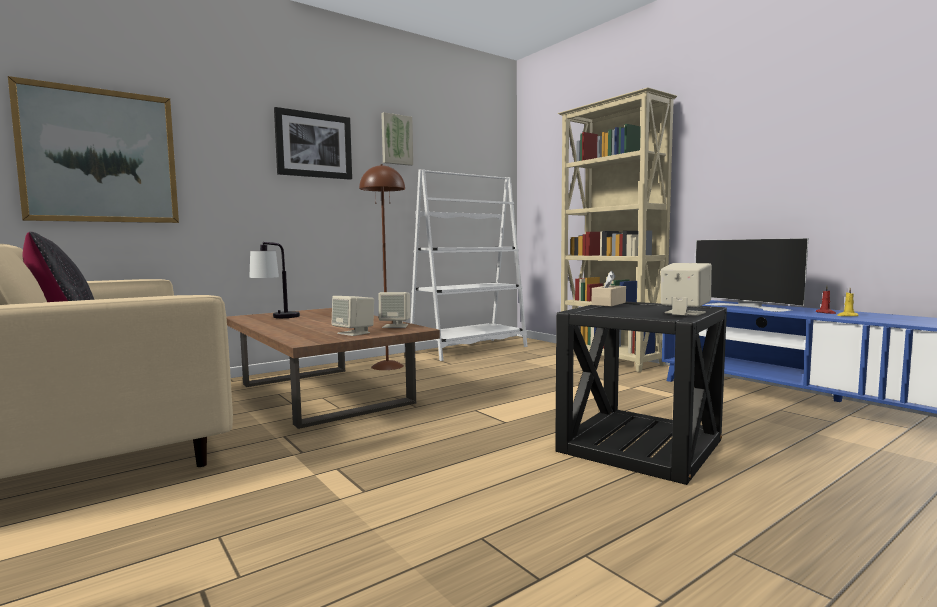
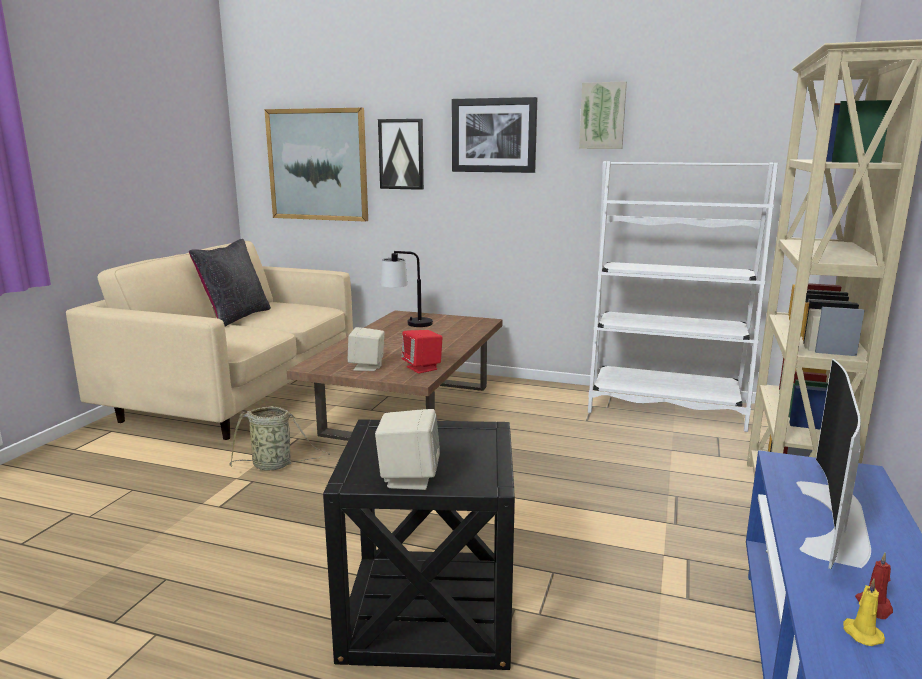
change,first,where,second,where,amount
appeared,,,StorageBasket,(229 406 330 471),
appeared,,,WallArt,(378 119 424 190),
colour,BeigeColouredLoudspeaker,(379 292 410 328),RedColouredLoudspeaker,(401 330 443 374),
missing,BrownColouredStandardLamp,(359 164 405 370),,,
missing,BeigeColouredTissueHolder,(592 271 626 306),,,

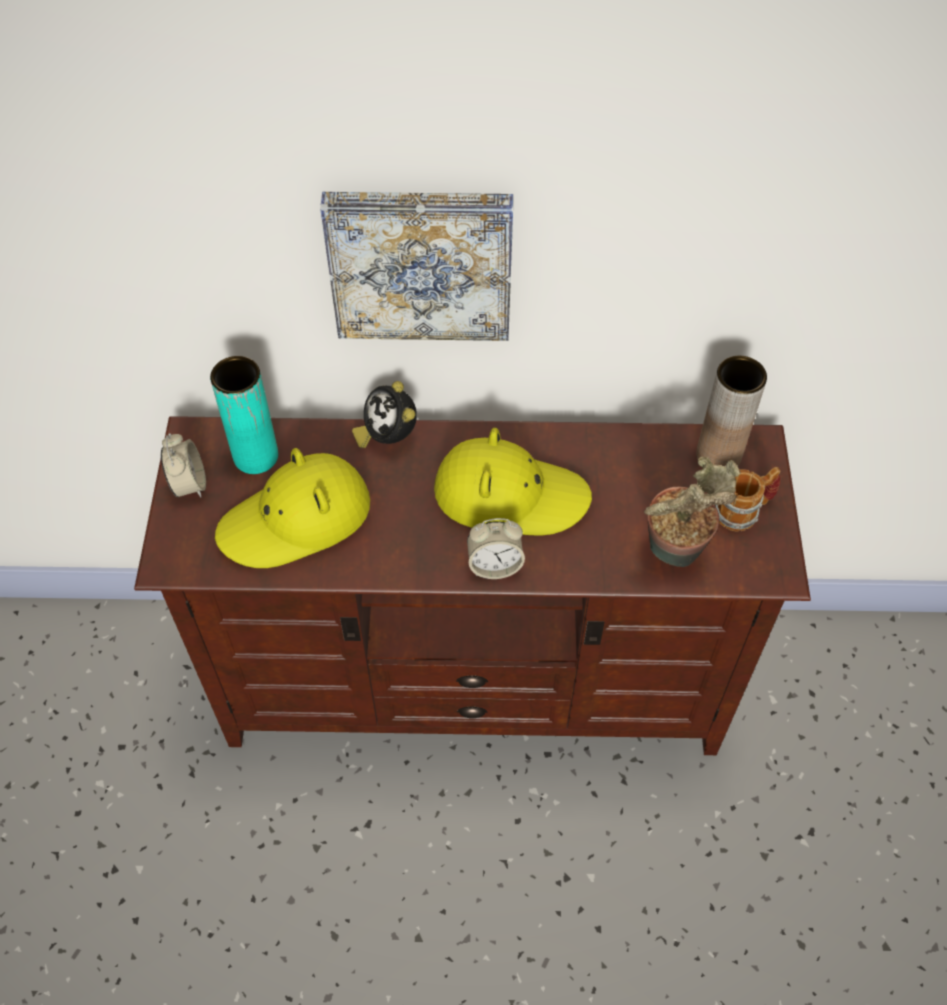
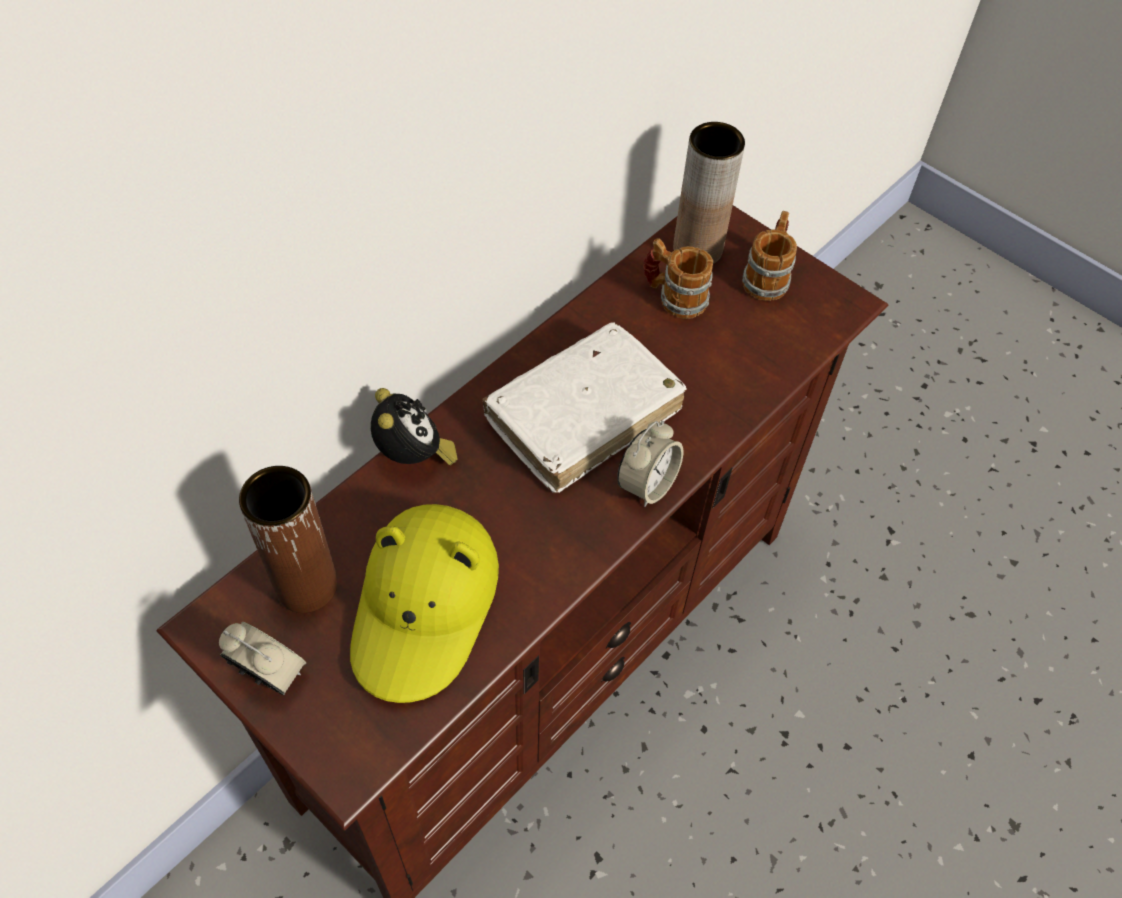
change,first,where,second,where,amount
colour,TurquoiseDecorativeVase,(210 356 278 474),BrownColouredDecorativeVase,(239 466 338 613),
spun,BedsideClock,(352 381 417 448),,(371 388 458 465),120 degrees counterclockwise
exchanged,YellowishClothingHat,(434 428 592 536),WhiteBoundBook,(482 322 687 493),
appeared,,,Mug,(643 238 713 319),
missing,WallArt,(320 192 513 341),,,
missing,Houseplant,(644 457 741 567),,,

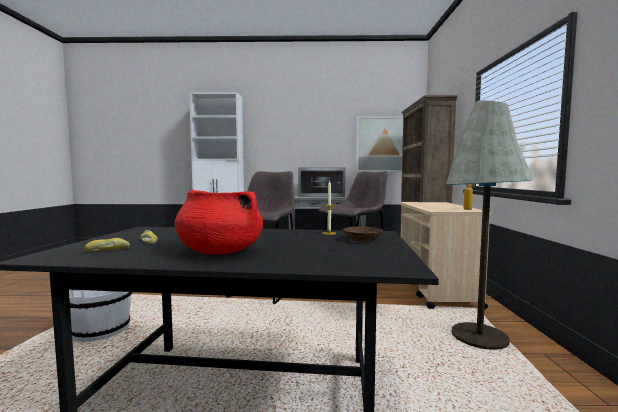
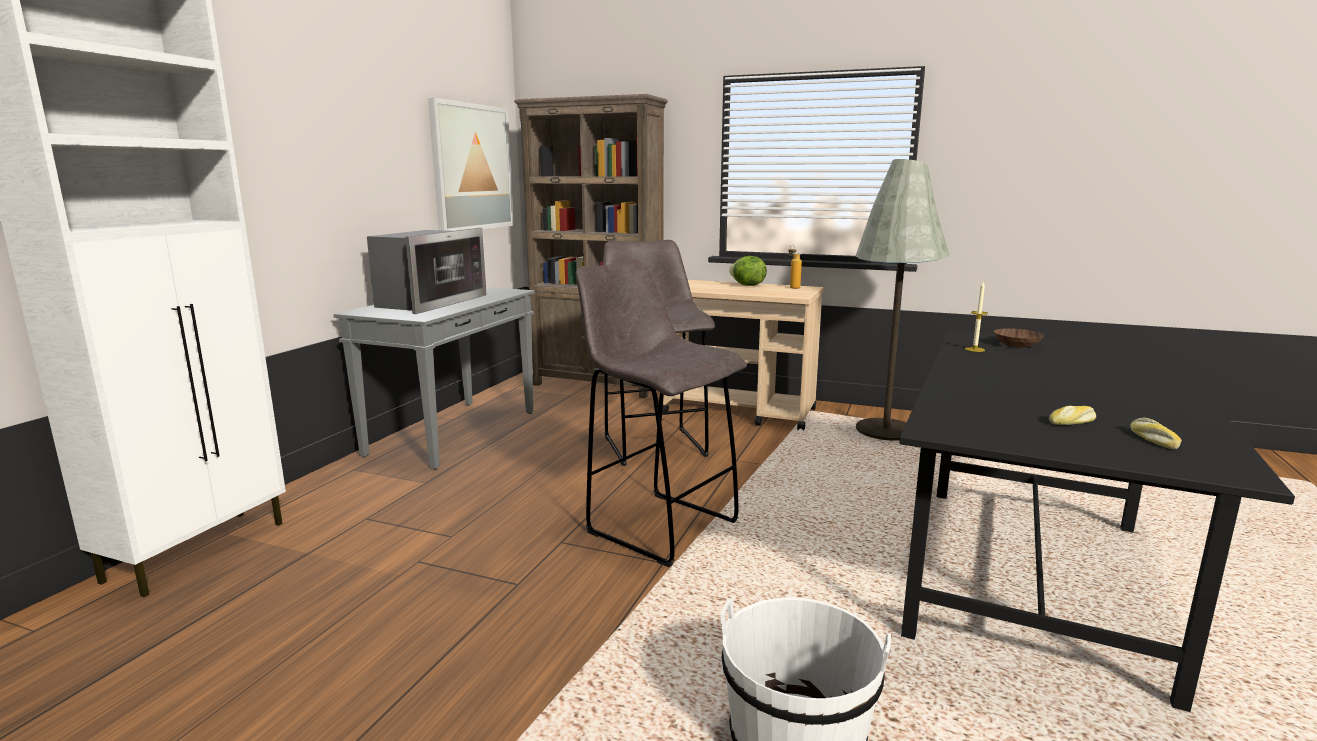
change,first,where,second,where,amount
appeared,,,LettuceHead,(729 256 767 286),
missing,RedColouredSaucepot,(174 189 263 254),,,

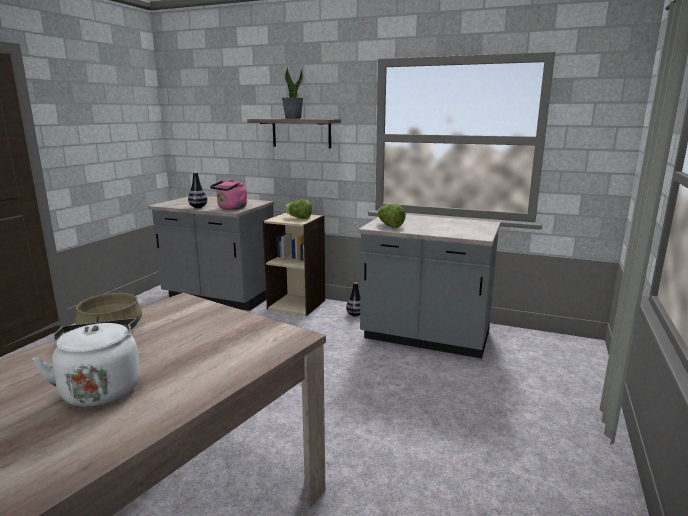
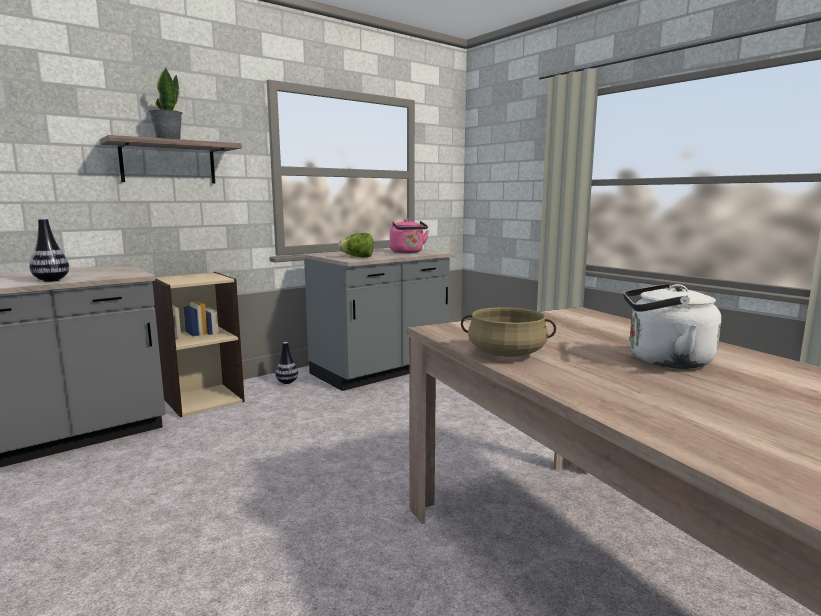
change,first,where,second,where,amount
relocated,PinkColouredTeaKettle,(210 180 247 210),,(390 219 429 253),
missing,LettuceHead,(285 199 312 219),,,

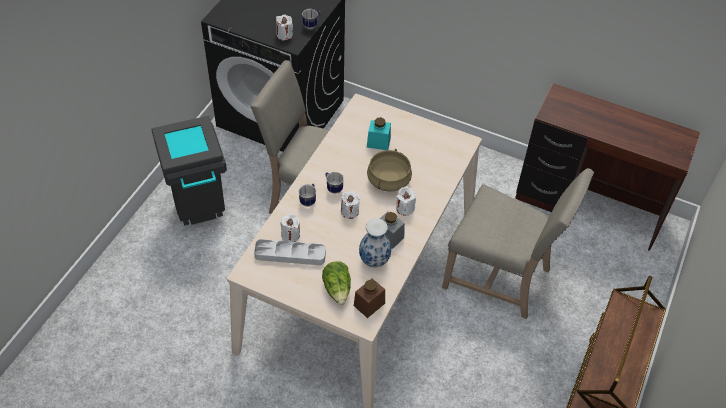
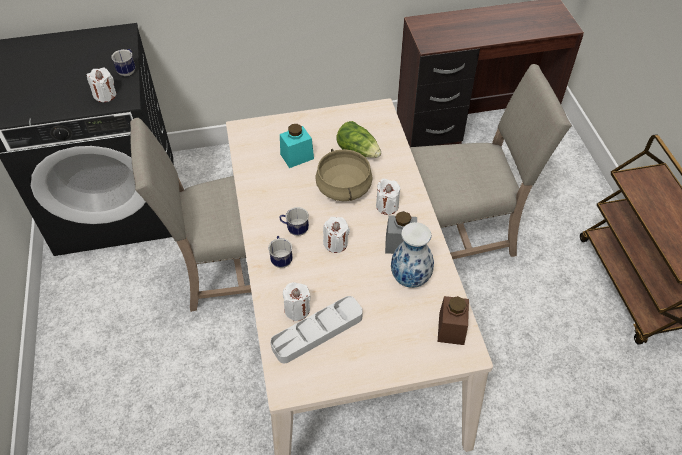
change,first,where,second,where,amount
relocated,LettuceHead,(322 261 351 305),,(336 121 381 158),
missing,GrayWasteBin,(151 116 227 226),,,

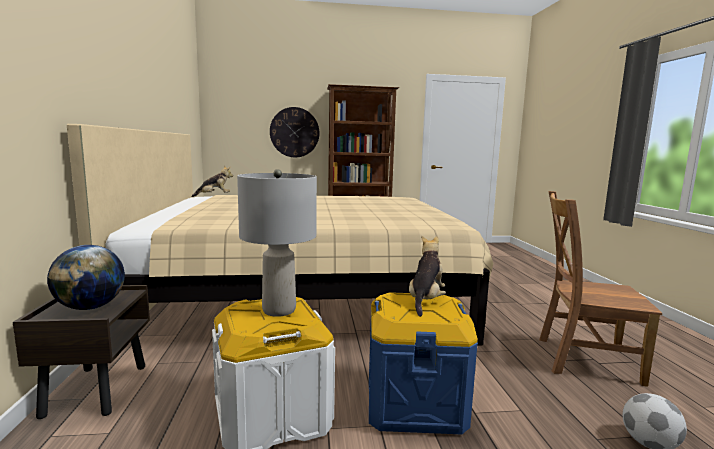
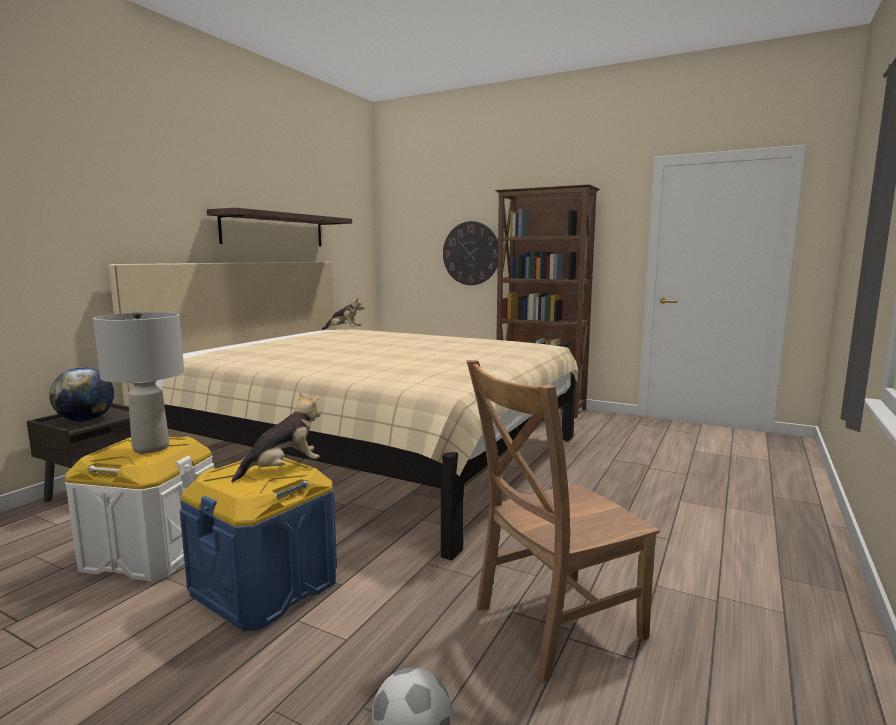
change,first,where,second,where,amount
appeared,,,Shelf,(207 208 352 247),
spun,BrownColouredUprightChair,(539 191 662 387),,(466 360 660 682),75 degrees counterclockwise

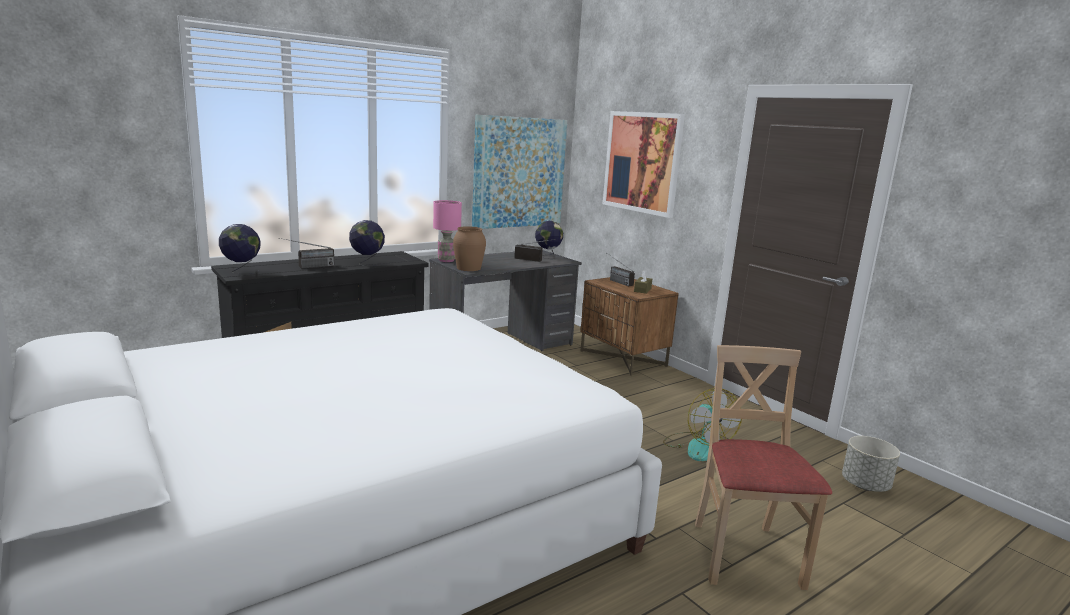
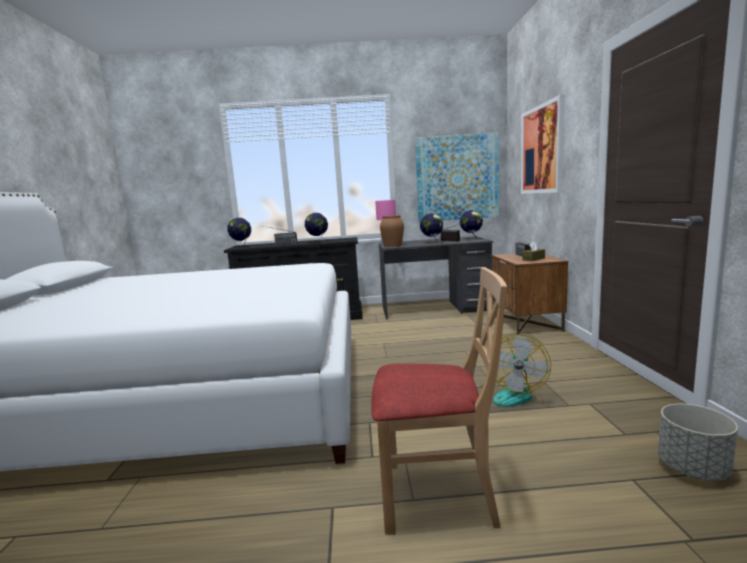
change,first,where,second,where,amount
spun,BeigeColouredUprightChair,(695 345 832 590),,(372 267 507 535),60 degrees clockwise
appeared,,,DeskGlobe,(420 213 443 244),

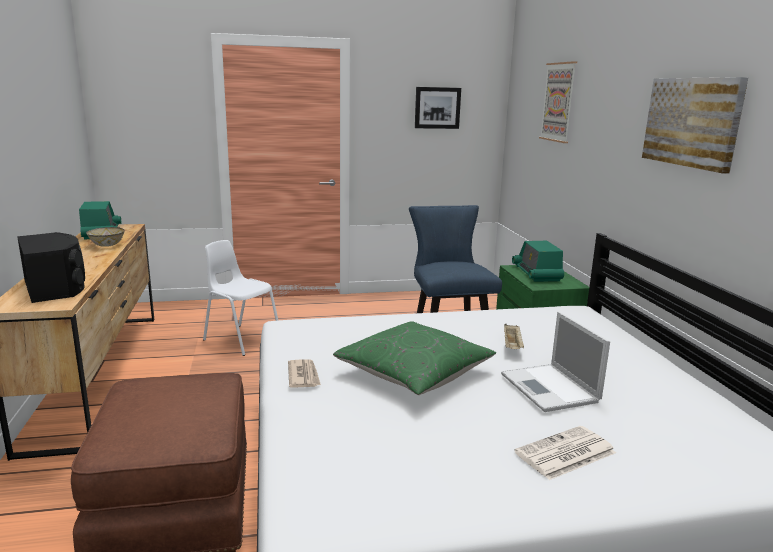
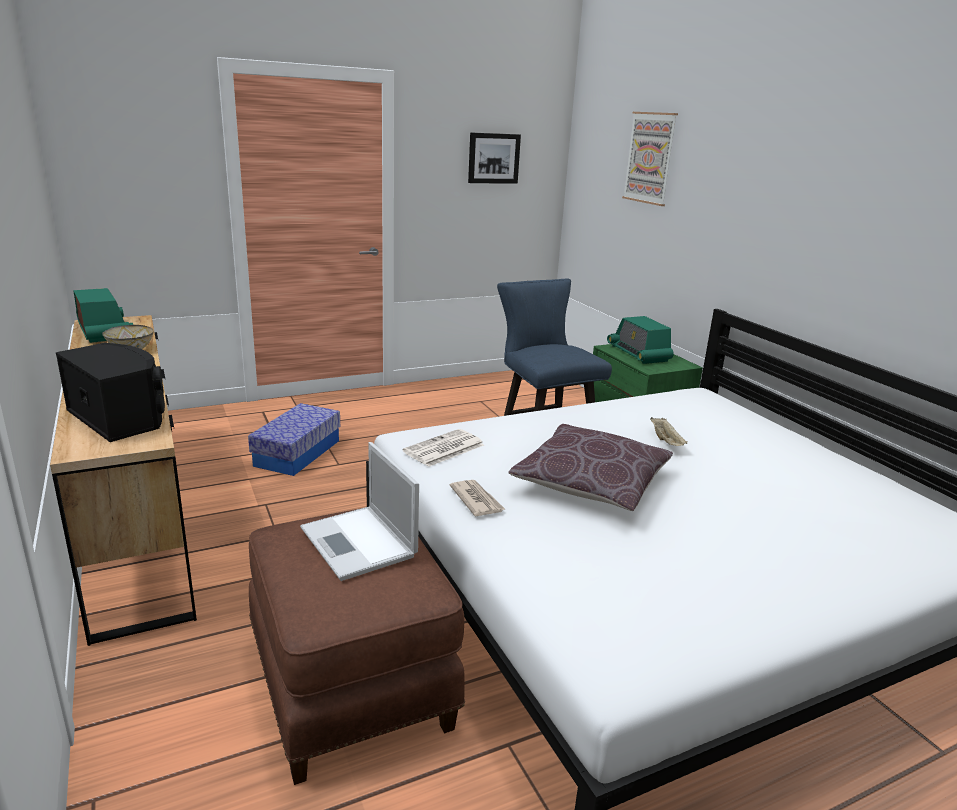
change,first,where,second,where,amount
exchanged,WhiteUprightChair,(203 240 278 356),StorageBin,(248 403 340 476),
relocated,Laptop,(501 312 610 412),,(300 442 419 581),
relocated,PrintedPaper,(514 426 616 480),,(403 429 484 467),
colour,GreenPillow,(333 321 496 395),BrownColouredPillow,(508 424 673 511),
missing,WallArt,(642 77 748 173),,,

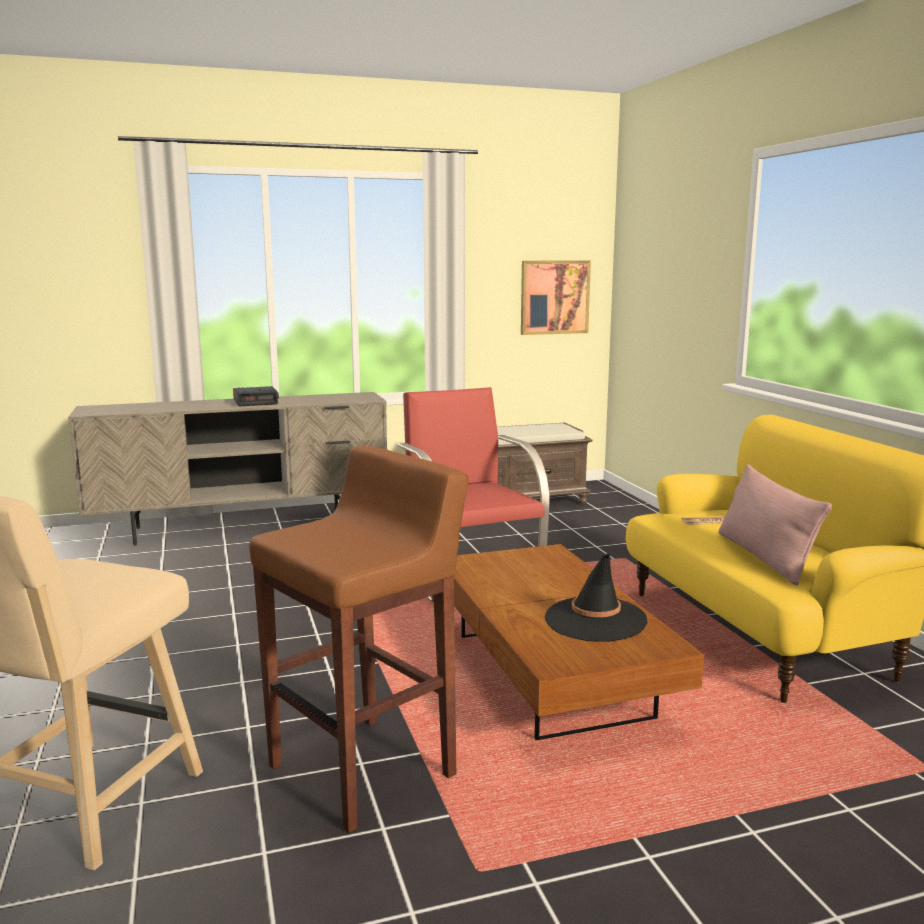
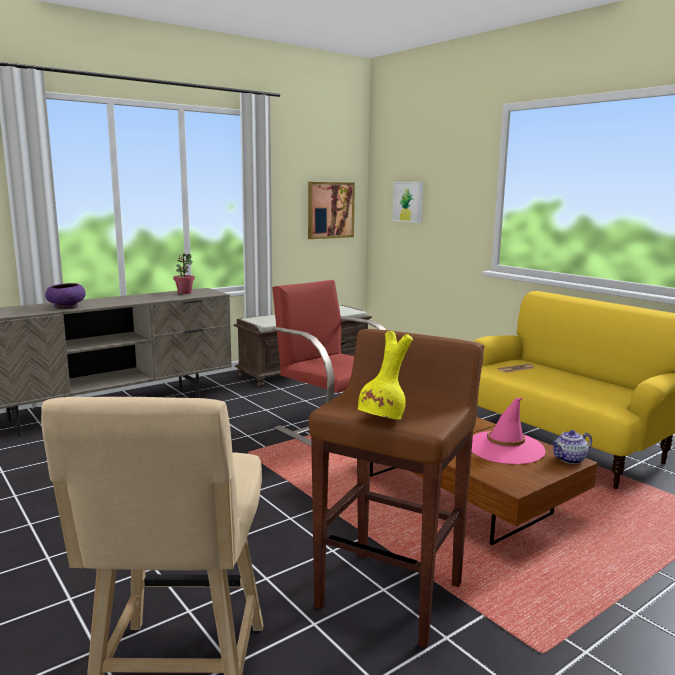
change,first,where,second,where,amount
appeared,,,PurplishServingBowl,(45 283 86 309),
appeared,,,Houseplant,(173 253 195 294),
appeared,,,YellowishDecorativeVase,(358 331 413 420),
appeared,,,WallArt,(392 182 423 223),
colour,BlackishClothingHat,(545 554 648 642),PinkColouredClothingHat,(472 398 546 465),
appeared,,,Teapot,(551 430 592 464),
missing,BedsideClock,(233 386 279 407),,,
missing,PinkColouredPillow,(718 464 832 586),,,

